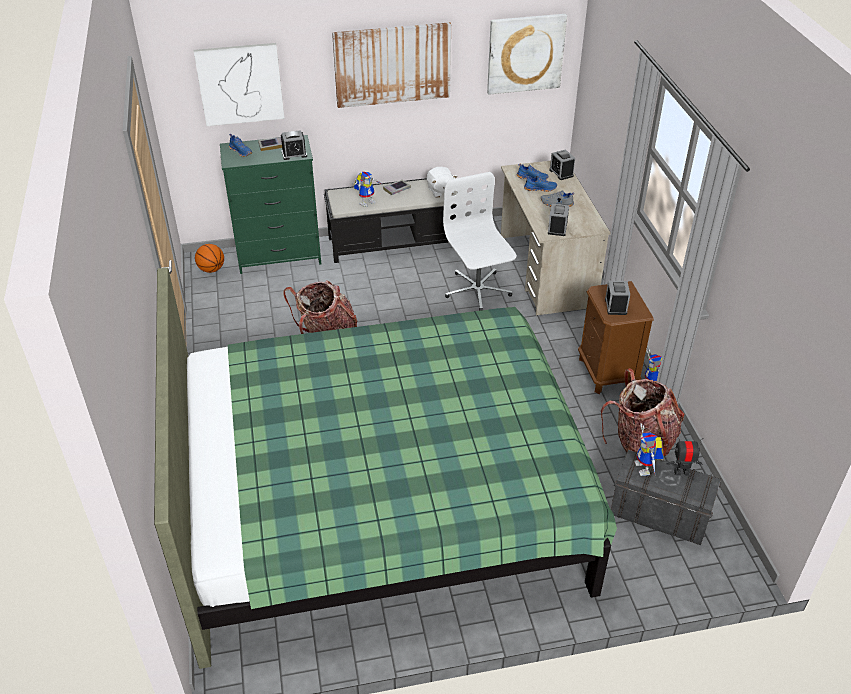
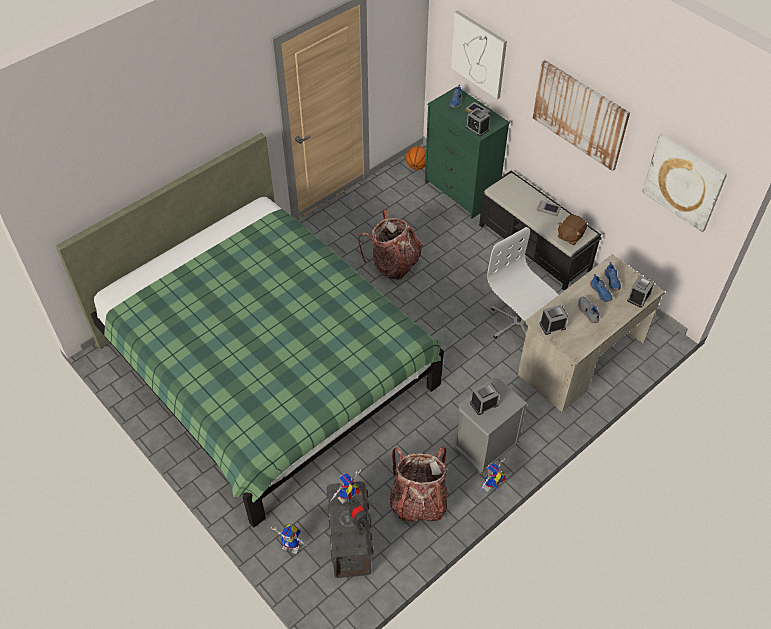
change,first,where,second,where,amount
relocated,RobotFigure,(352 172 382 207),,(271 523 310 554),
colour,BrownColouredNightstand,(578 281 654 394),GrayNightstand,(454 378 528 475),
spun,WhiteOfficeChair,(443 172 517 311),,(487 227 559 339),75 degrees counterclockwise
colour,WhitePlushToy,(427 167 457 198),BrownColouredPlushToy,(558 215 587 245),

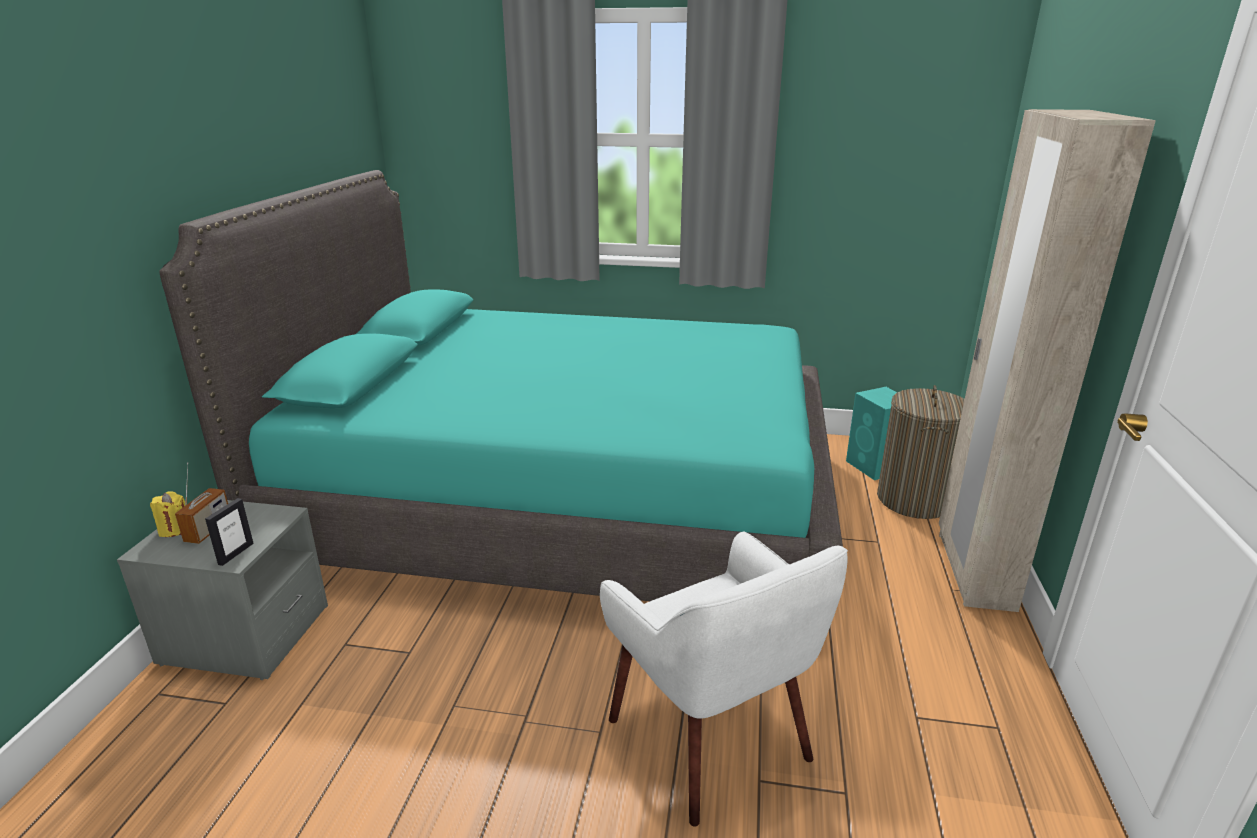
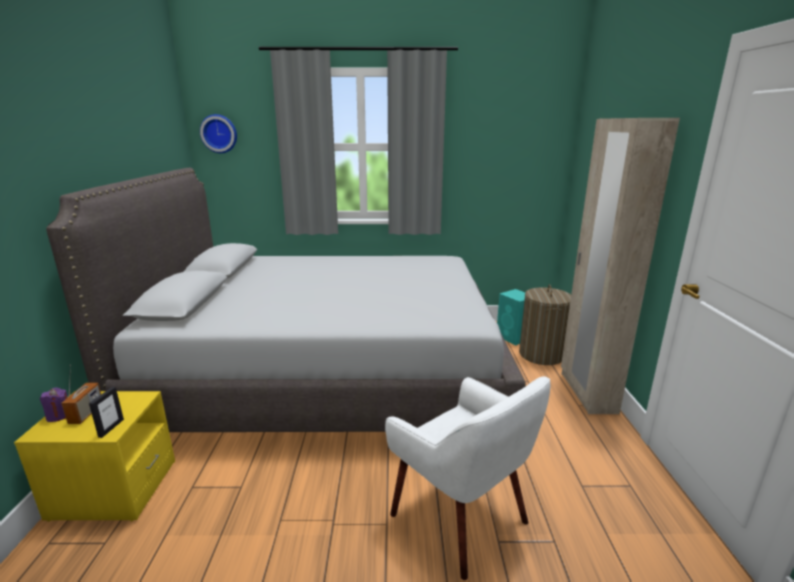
change,first,where,second,where,amount
colour,GrayNightstand,(117 500 328 680),YellowishNightstand,(14 391 175 522),
colour,YellowishWaxLight,(150 491 185 537),PurplishWaxLight,(40 388 68 422),
colour,TurquoiseBedroomBed,(159 170 843 601),GrayBedroomBed,(46 168 526 432),
appeared,,,ClockOnTheWall,(200 114 237 153),

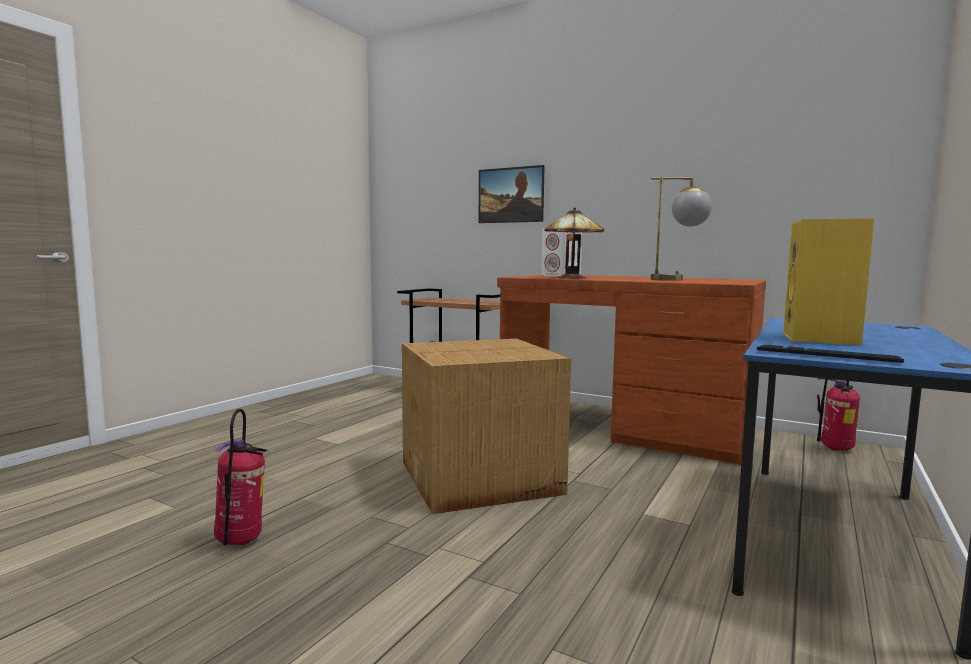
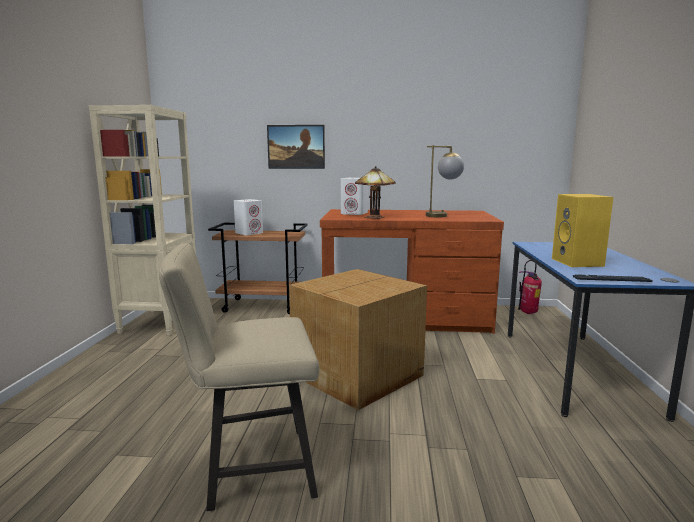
change,first,where,second,where,amount
appeared,,,BeigeColouredBookcase,(89 105 196 335),
exchanged,FireExtinguisher,(214 409 268 545),BeigeColouredUprightChair,(159 243 319 511),
appeared,,,WhiteLoudspeaker,(234 199 263 235),

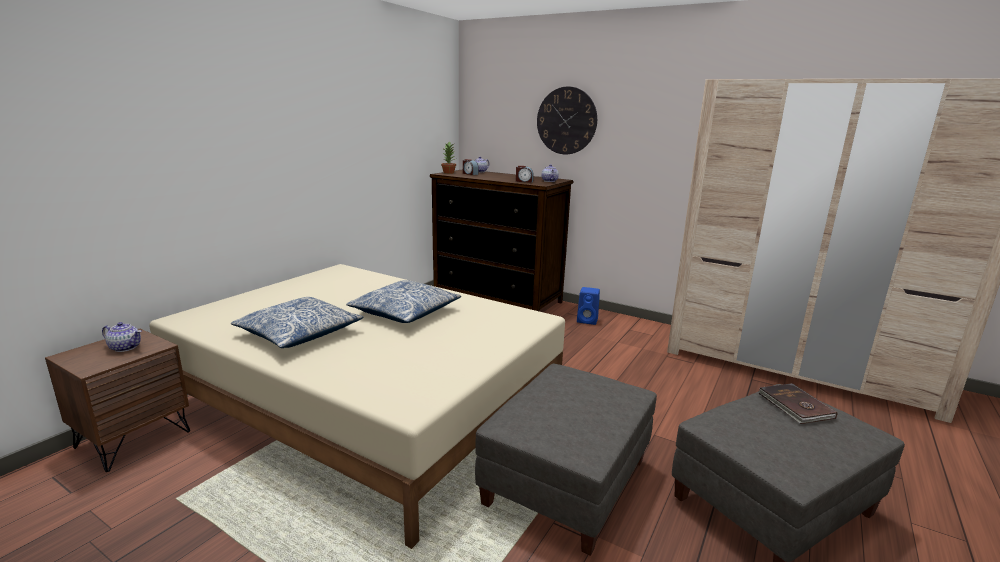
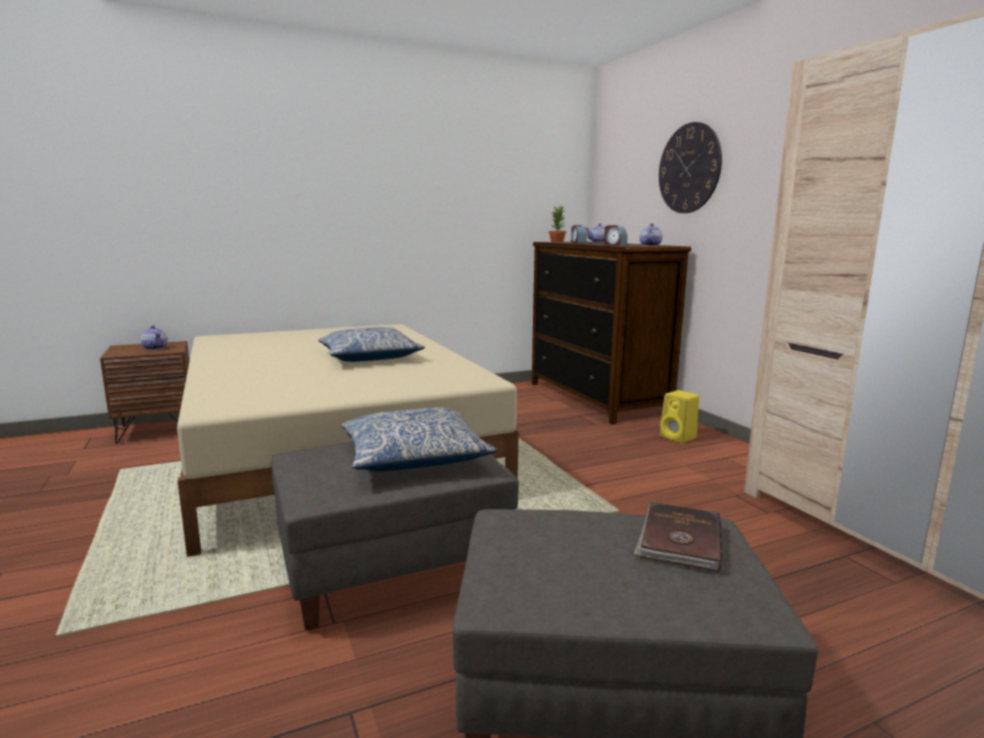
change,first,where,second,where,amount
relocated,Pillow,(231 297 364 348),,(341 408 497 471),
colour,BluishLoudspeaker,(577 287 600 325),YellowishLoudspeaker,(660 390 699 443),

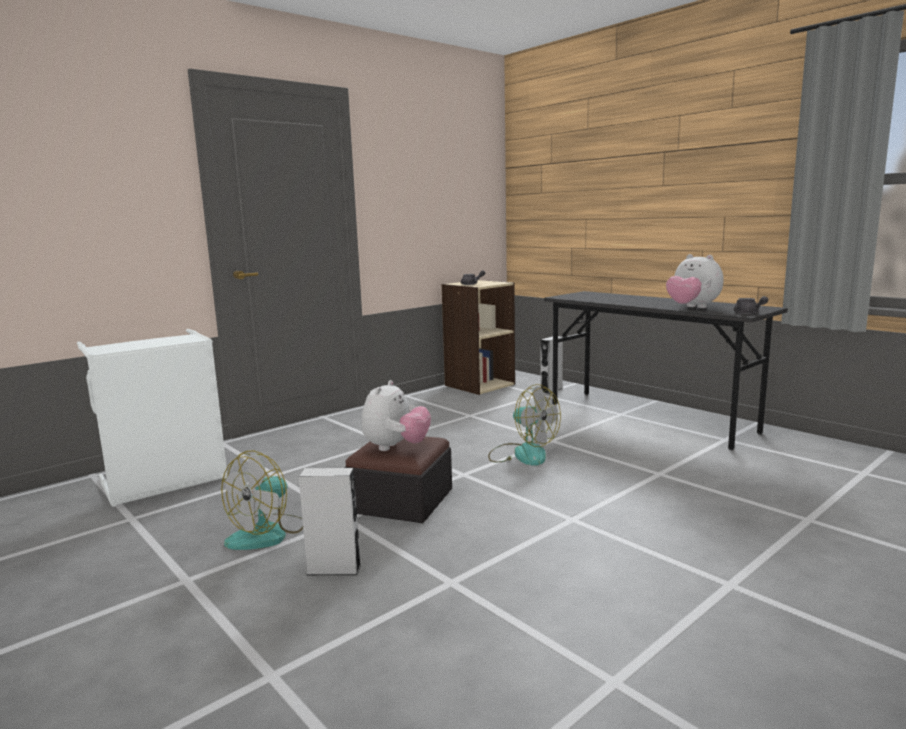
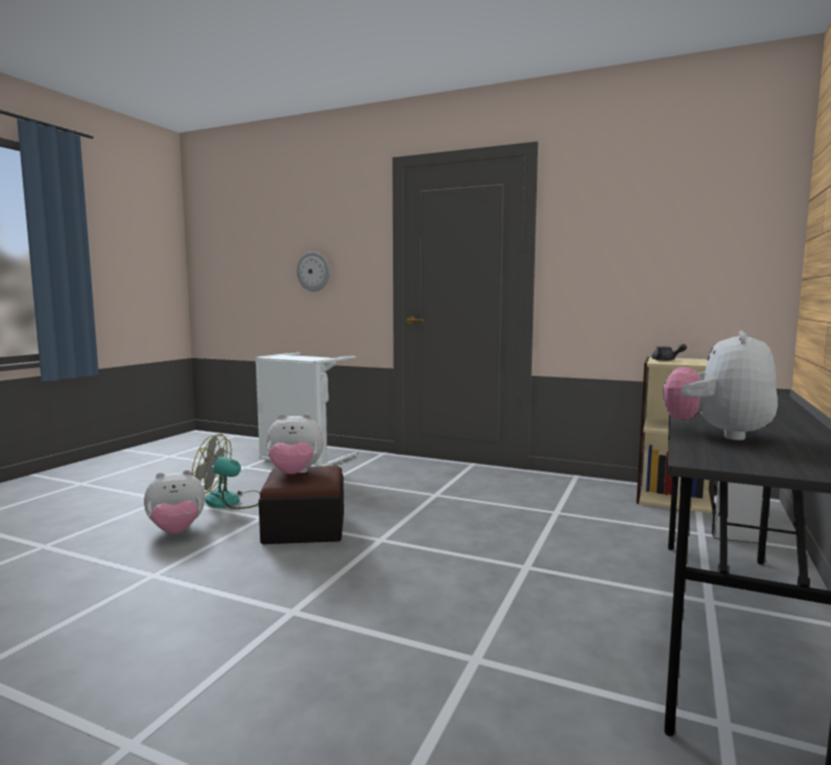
change,first,where,second,where,amount
exchanged,GrayLoudspeaker,(299 468 361 575),PlushToy,(144 470 205 534),
appeared,,,ClockOnTheWall,(297 252 330 292),
missing,Fan,(488 384 561 466),,,
missing,GrayTeapot,(733 296 768 314),,,

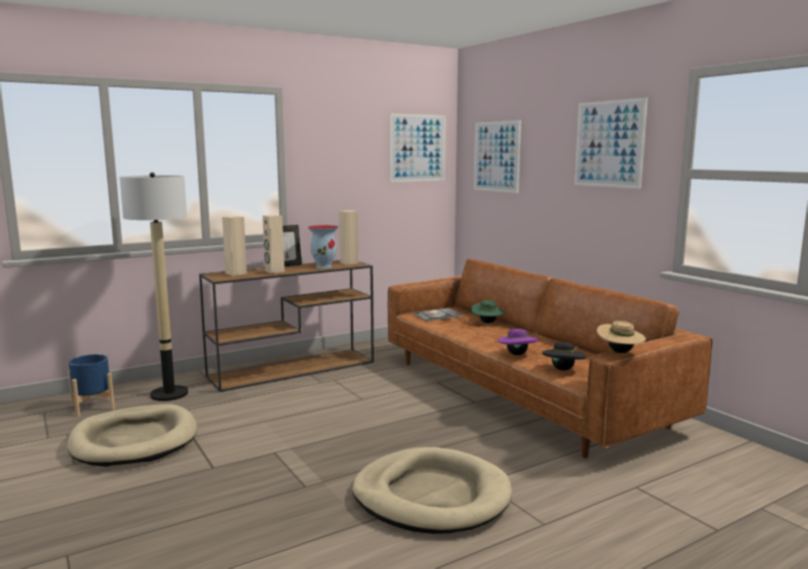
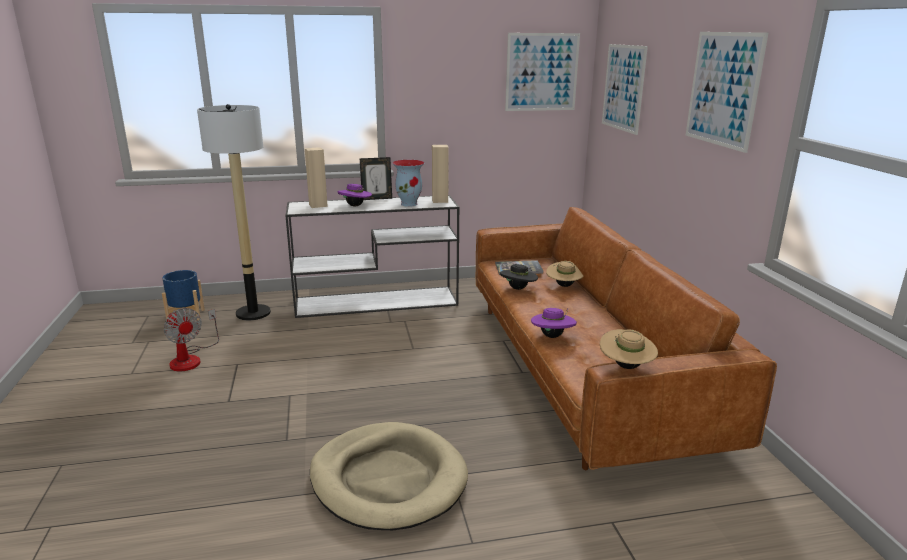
change,first,where,second,where,amount
exchanged,BeigeColouredDogCushion,(67 404 197 467),Fan,(164 308 219 371),
colour,BrownColouredConsoleTable,(199 260 374 392),WhiteConsoleTable,(285 195 459 318),
exchanged,BeigeColouredLoudspeaker,(263 215 285 274),PurplishClothingHat,(337 184 372 206),
relocated,BlackishClothingHat,(542 342 587 371),,(500 264 538 290),
colour,GreenClothingHat,(471 300 505 323),BeigeColouredClothingHat,(546 261 584 287),

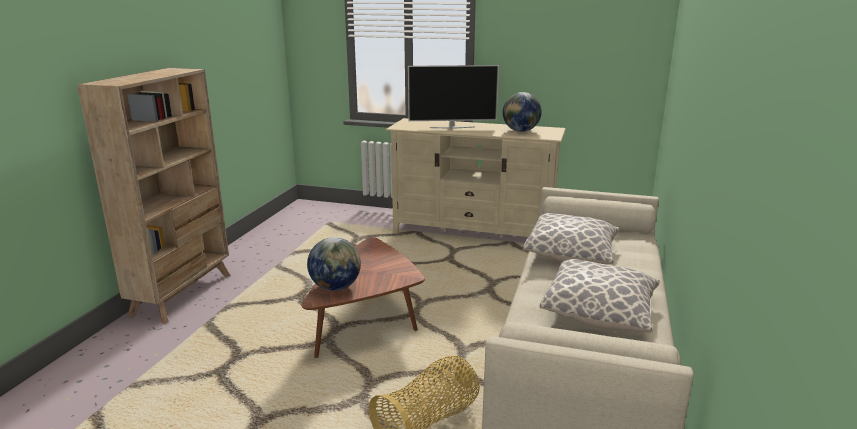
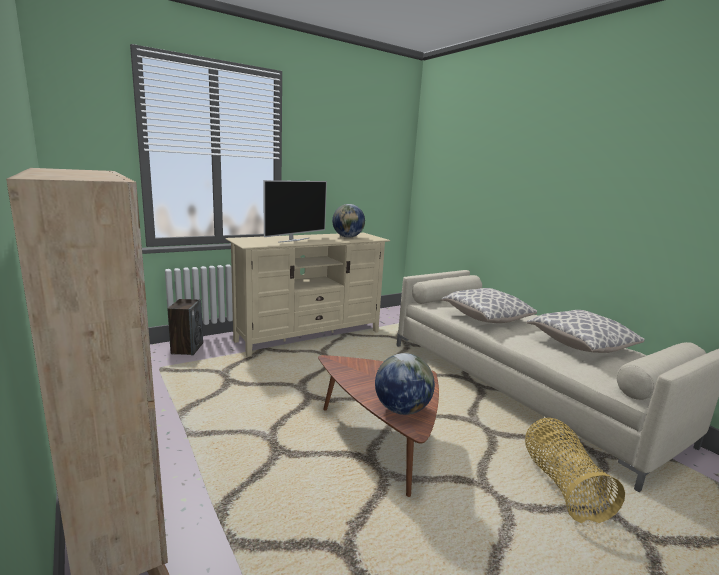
change,first,where,second,where,amount
appeared,,,Loudspeaker,(168 299 203 356),

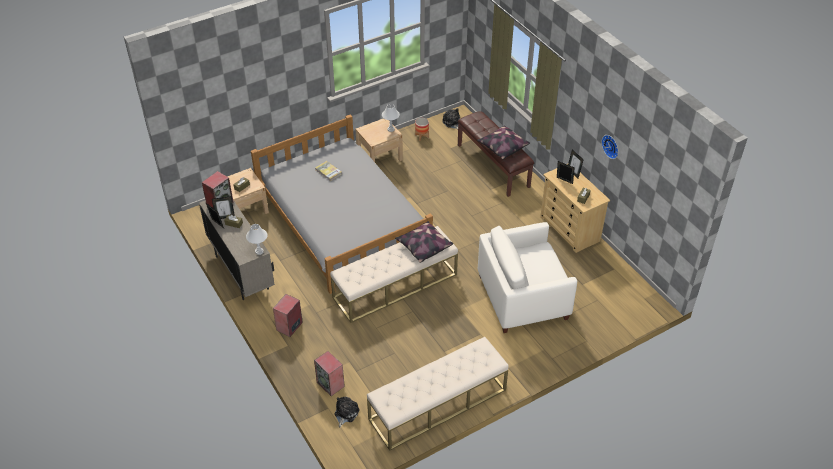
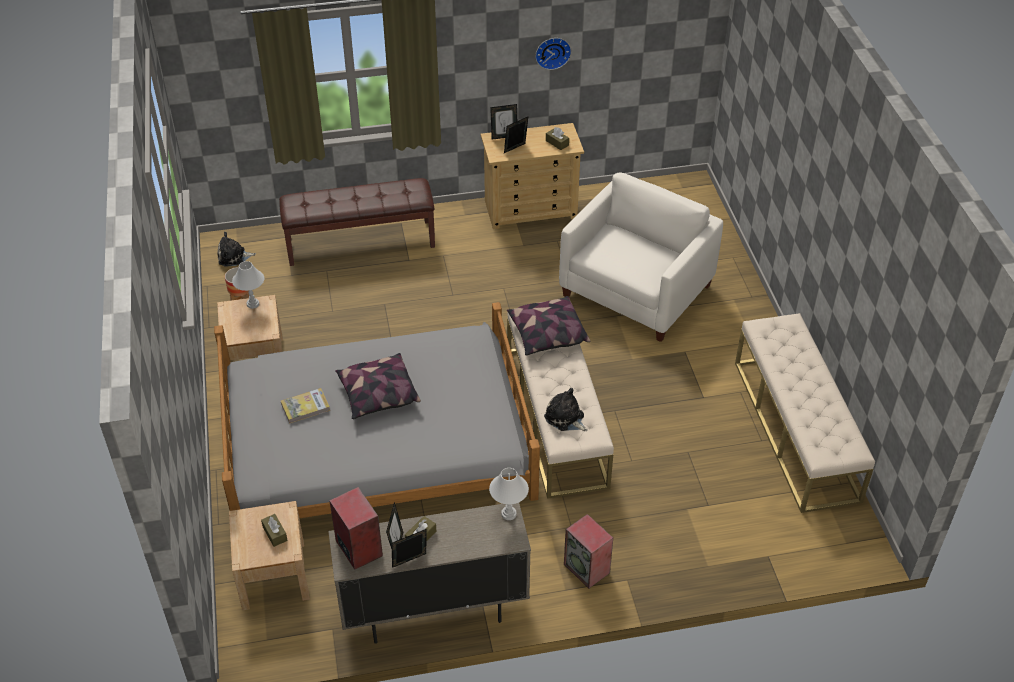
change,first,where,second,where,amount
relocated,Pillow,(477 125 530 159),,(335 353 421 419),
relocated,PlushToy,(335 397 360 427),,(544 388 588 431),
spun,WhiteEasyChair,(478 222 577 333),,(559 172 723 342),150 degrees counterclockwise
missing,Loudspeaker,(314 351 345 396),,,

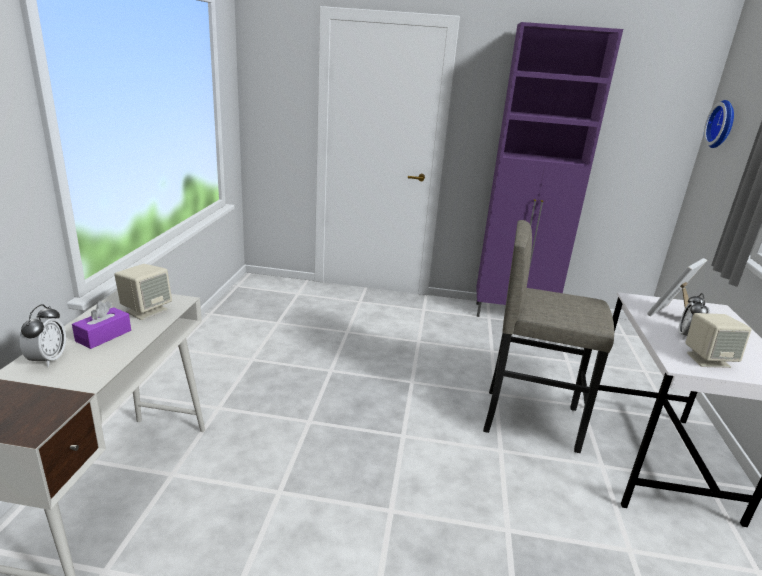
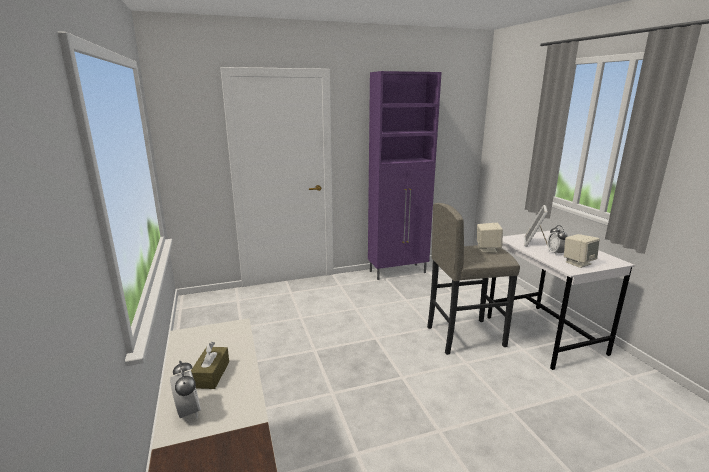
change,first,where,second,where,amount
colour,PurplishTissueHolder,(72 301 131 349),BrownColouredTissueHolder,(191 342 229 389),
relocated,BeigeColouredLoudspeaker,(114 264 172 320),,(477 223 503 253),
missing,ClockOnTheWall,(704 100 734 148),,,

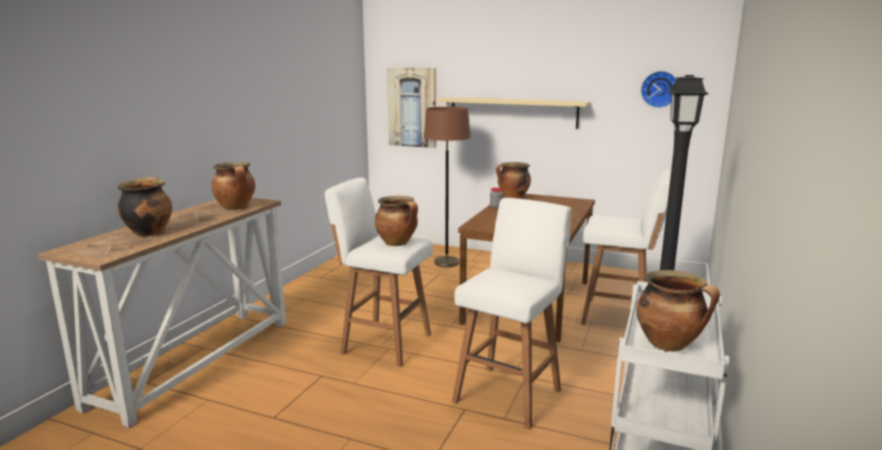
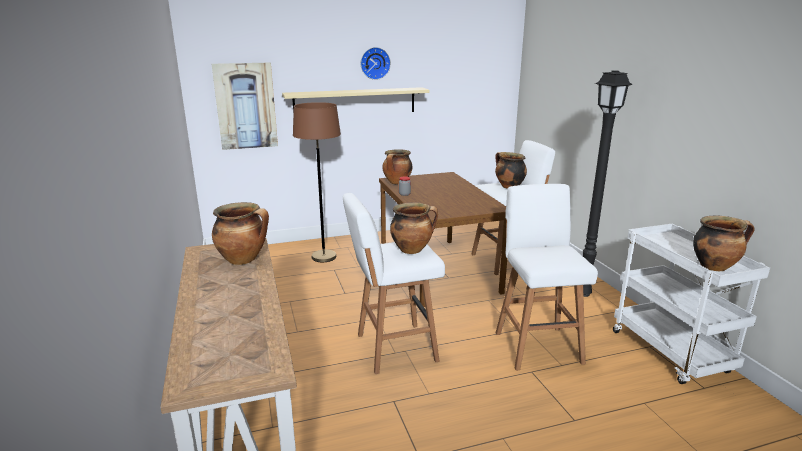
change,first,where,second,where,amount
relocated,ClockOnTheWall,(641 71 676 108),,(361 47 391 80),
relocated,Saucepot,(117 177 172 237),,(495 152 527 189),

